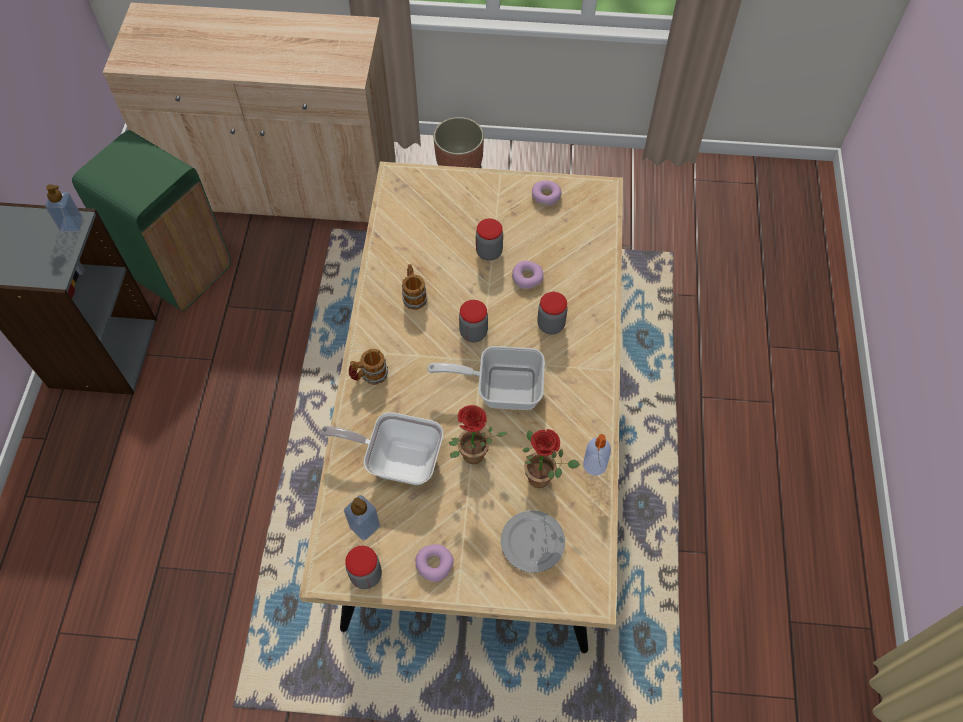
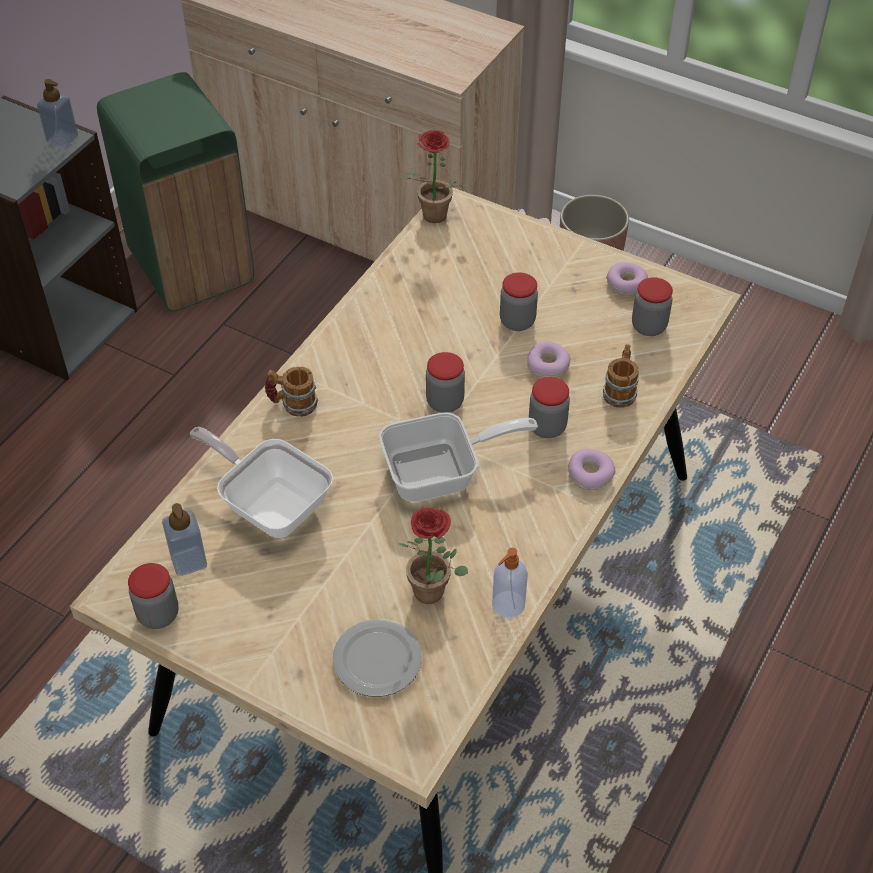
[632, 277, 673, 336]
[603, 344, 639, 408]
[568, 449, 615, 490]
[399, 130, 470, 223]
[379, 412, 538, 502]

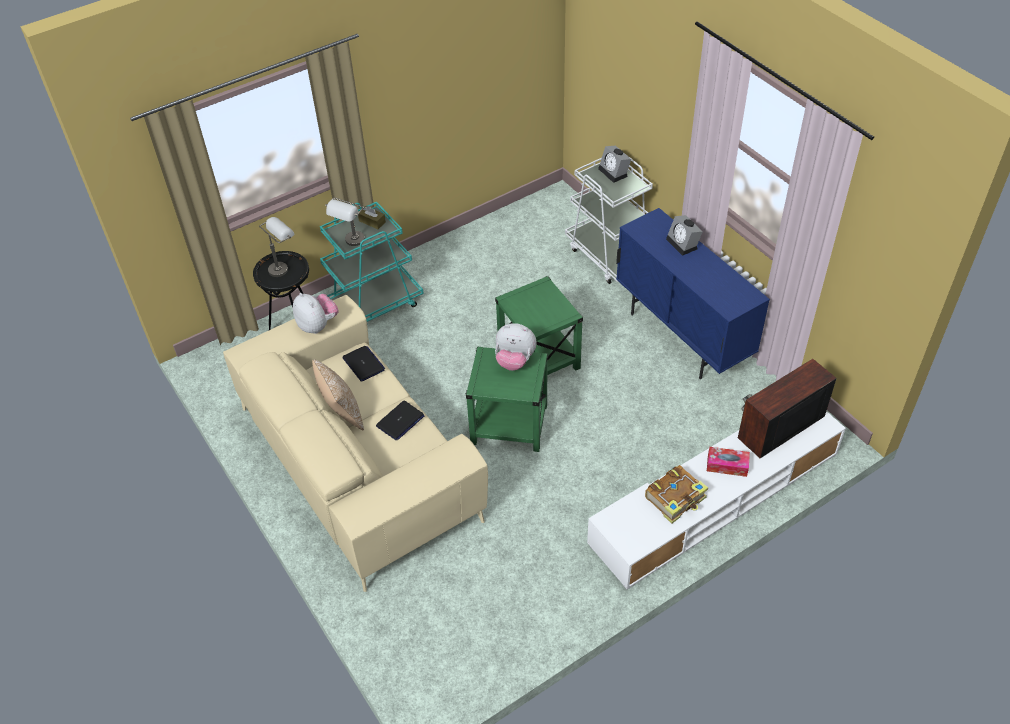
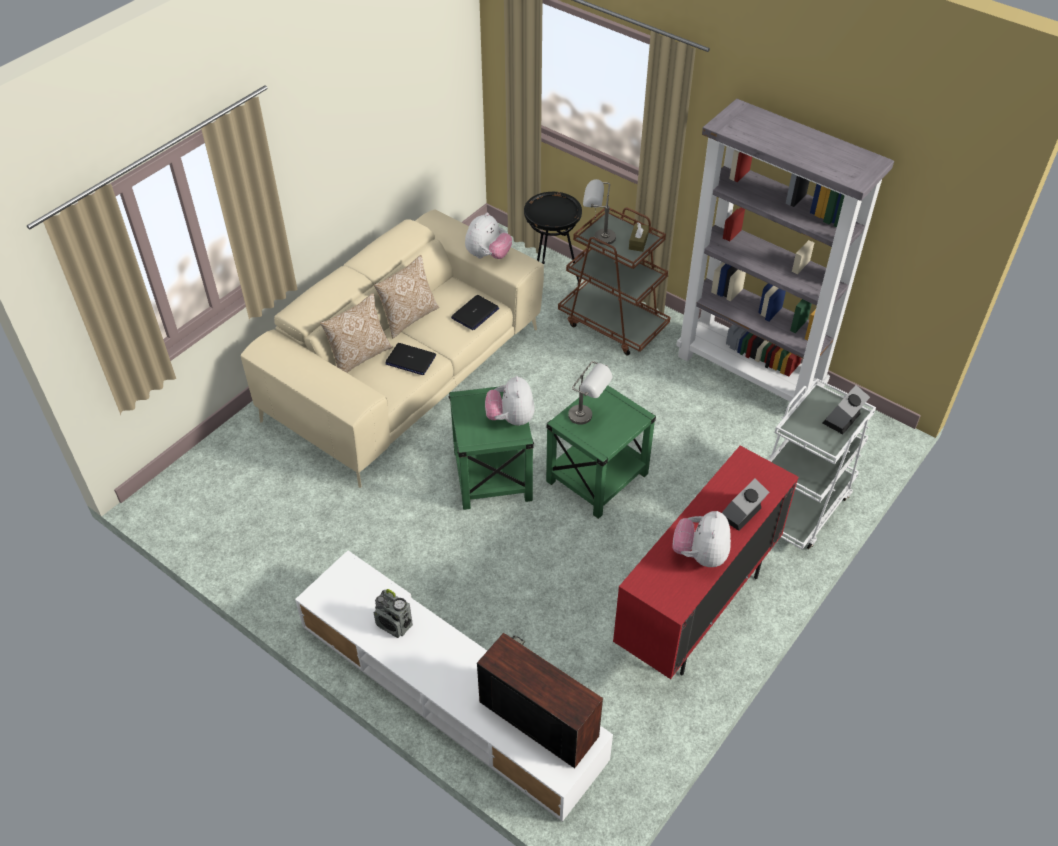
[707, 447, 750, 477] (first image)
[320, 293, 392, 373]
[673, 511, 731, 567]
[676, 99, 894, 410]
[568, 361, 613, 425]
[373, 589, 413, 638]
[558, 208, 670, 356]
[613, 446, 799, 679]

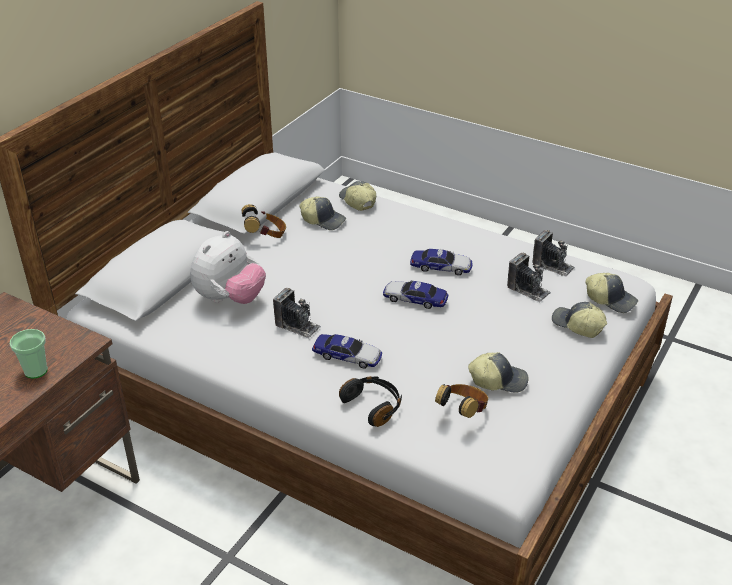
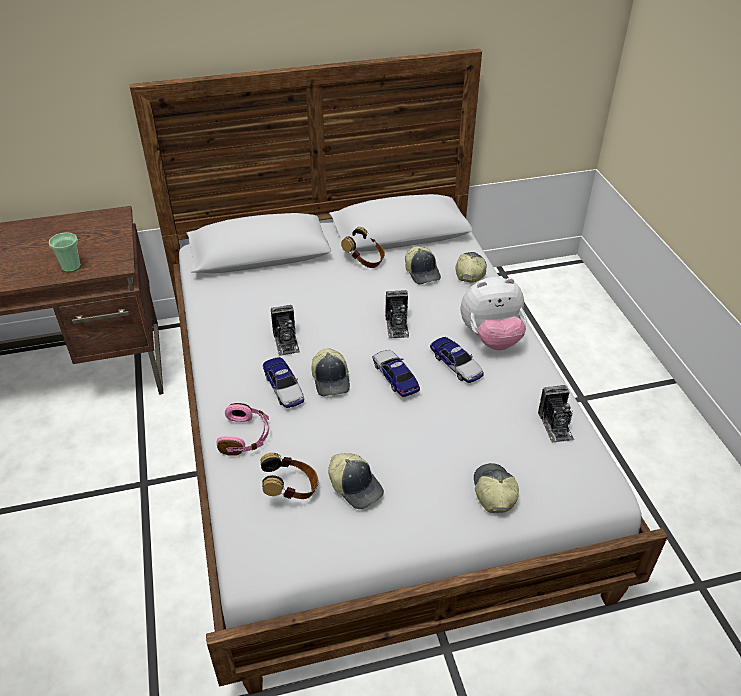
[461, 277, 526, 350]
[385, 290, 409, 338]
[311, 348, 350, 396]
[217, 403, 269, 456]

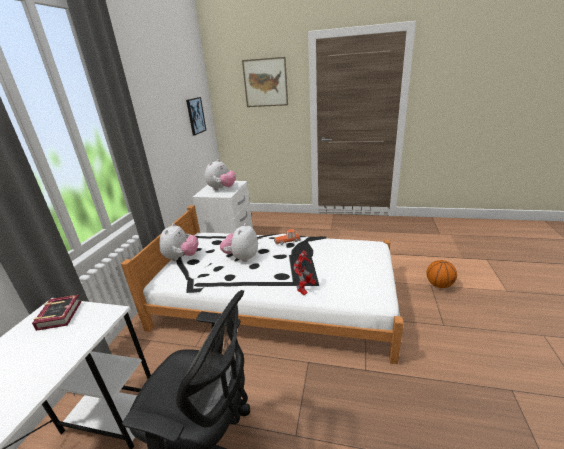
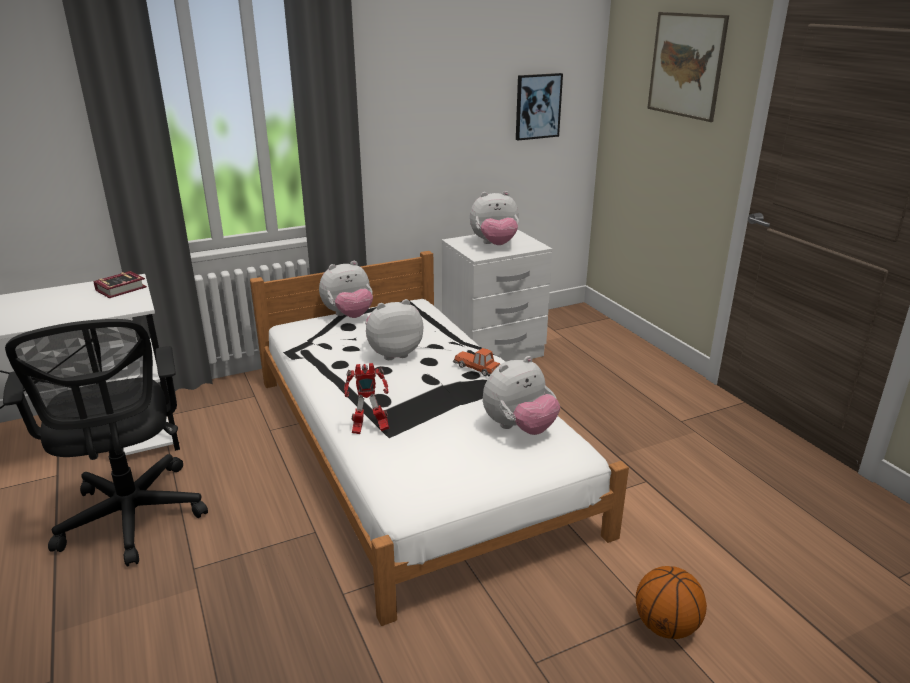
[483, 356, 560, 435]

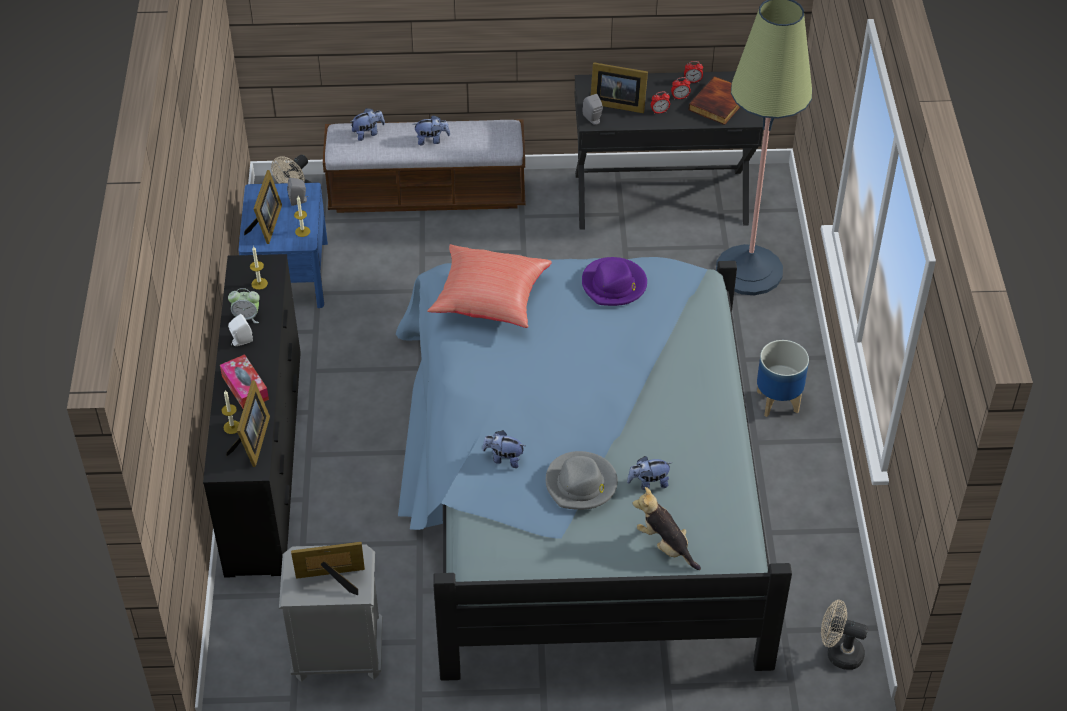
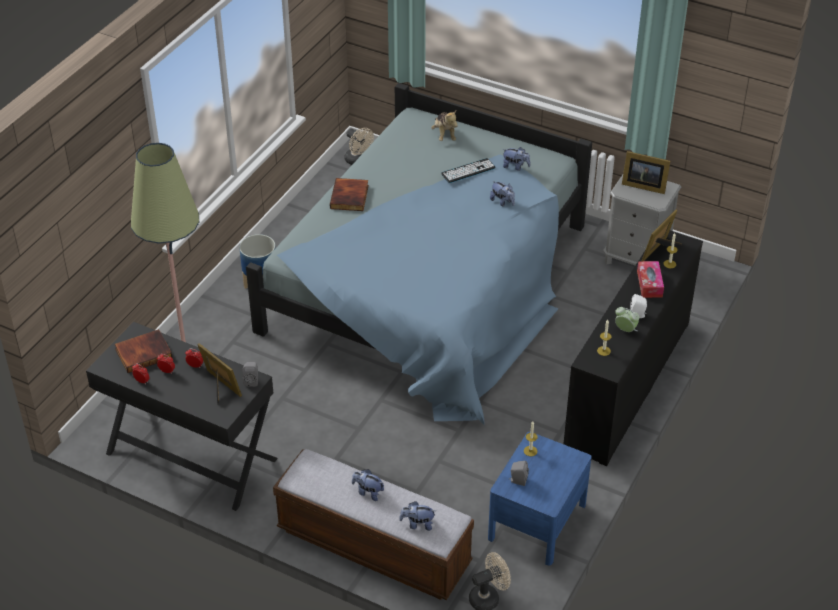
[244, 170, 282, 244] (first image)
[427, 244, 552, 328] (first image)
[582, 257, 647, 306] (first image)
[330, 178, 369, 211]
[502, 147, 531, 171]
[441, 158, 495, 183]

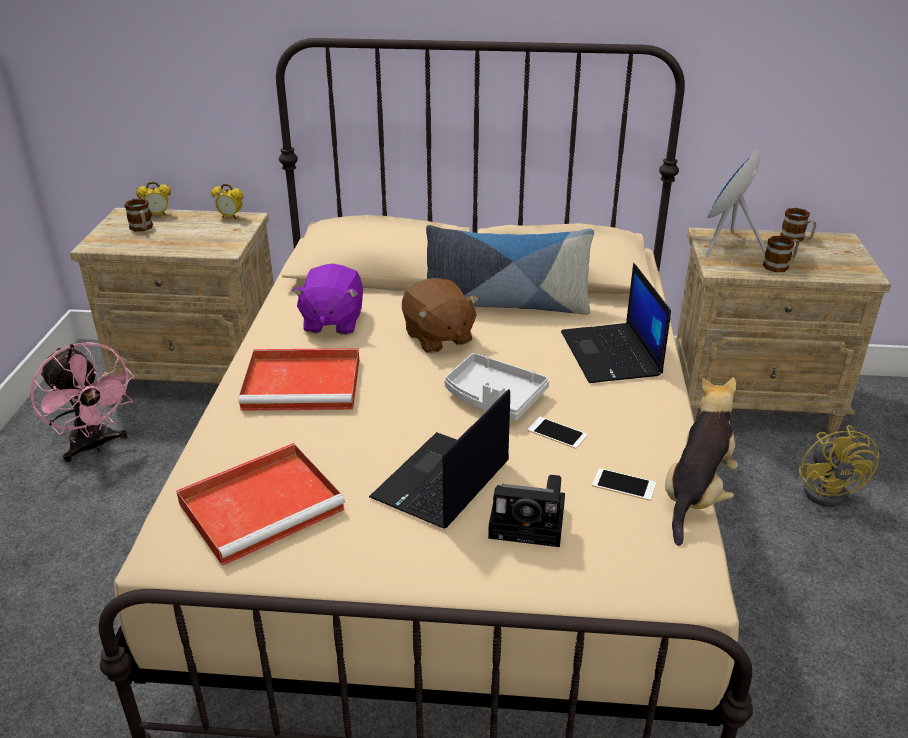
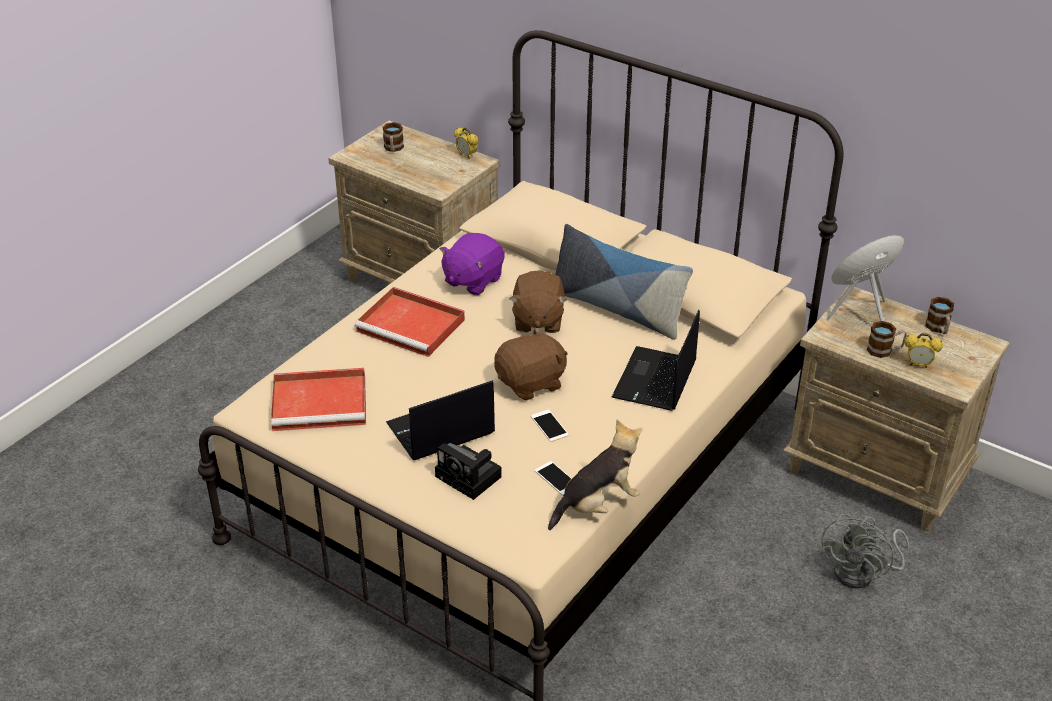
[30, 342, 134, 462] (first image)
[905, 333, 943, 368]
[494, 328, 567, 401]
[819, 514, 909, 588]

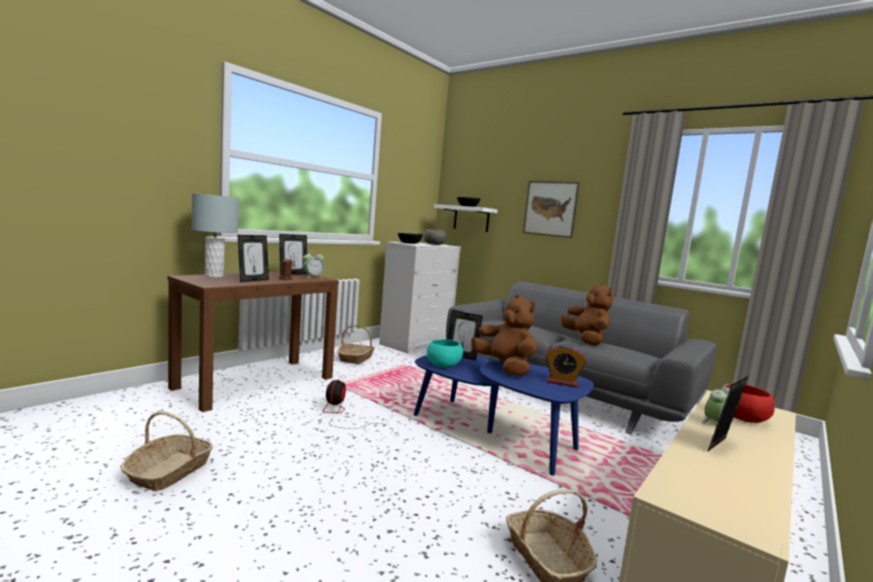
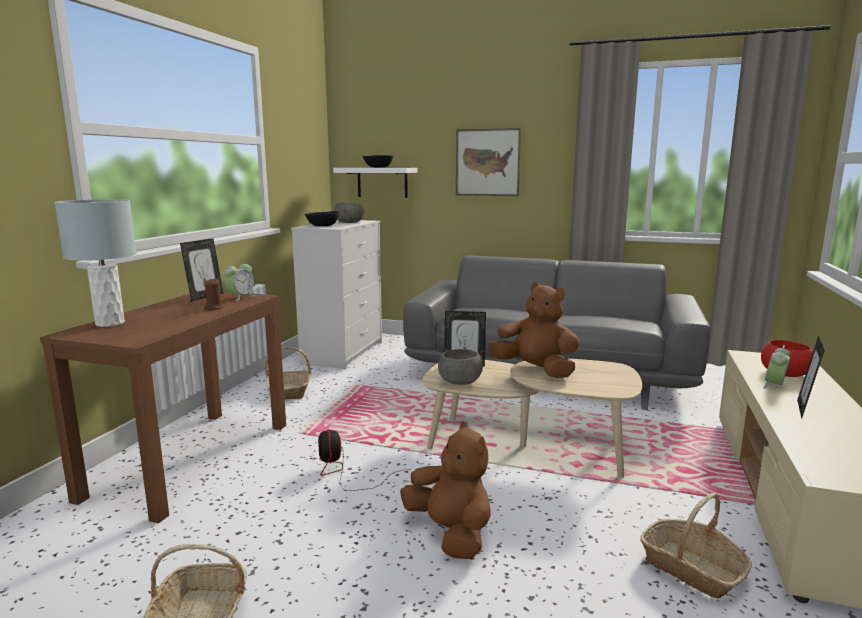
[238, 235, 269, 282] (first image)
[546, 345, 586, 388] (first image)
[400, 422, 491, 559]
[422, 359, 642, 478]
[438, 349, 483, 385]

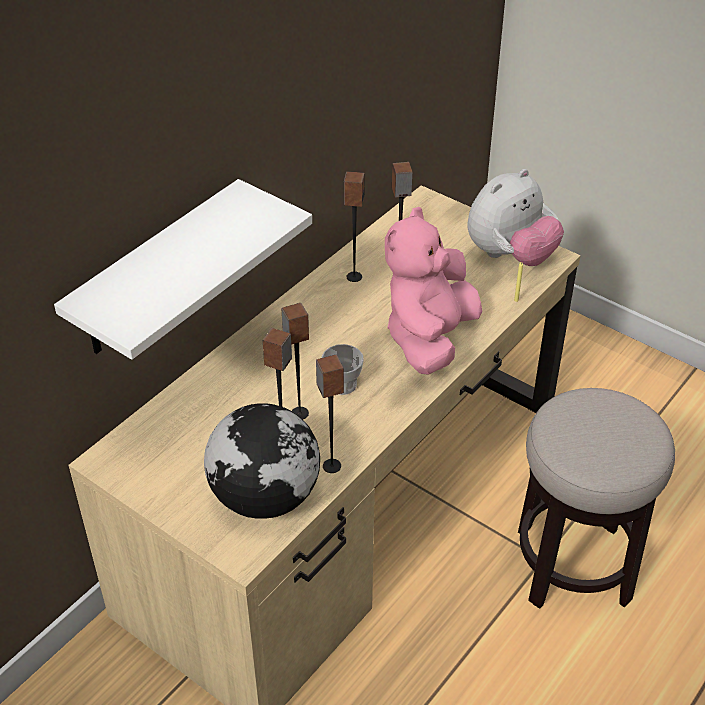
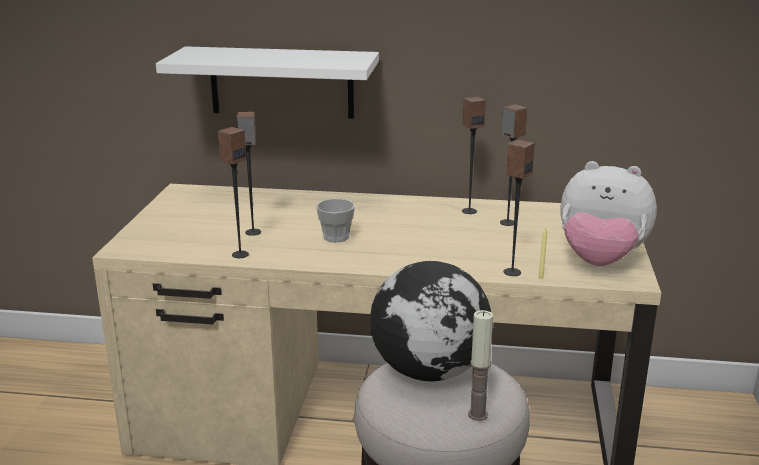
[385, 207, 482, 375] (first image)
[468, 310, 493, 421]
[370, 261, 491, 381]
[504, 139, 535, 276]

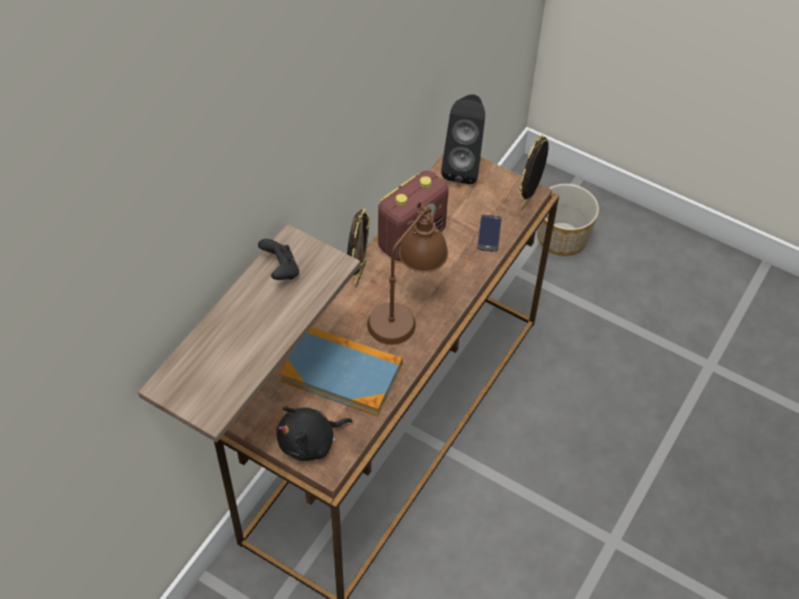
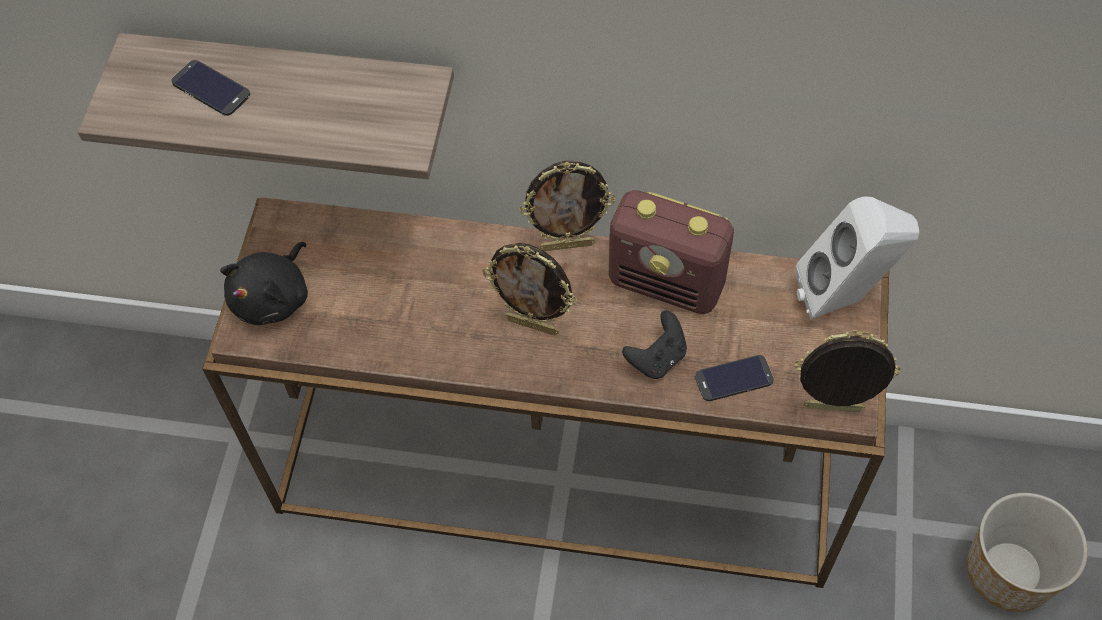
[280, 327, 403, 416] (first image)
[172, 60, 250, 116]
[622, 311, 687, 379]
[482, 243, 577, 335]
[796, 196, 919, 319]
[220, 242, 308, 325]

